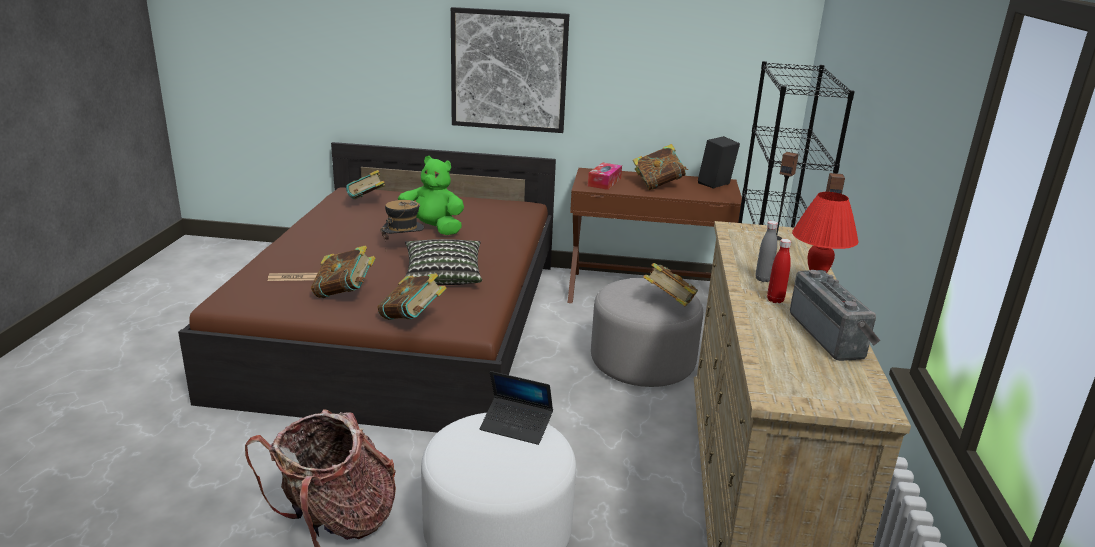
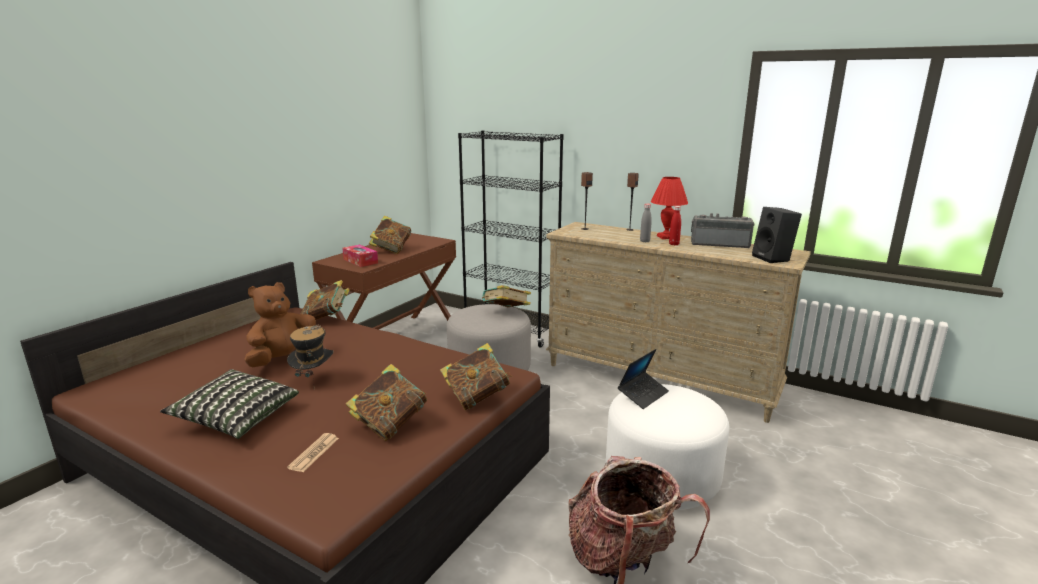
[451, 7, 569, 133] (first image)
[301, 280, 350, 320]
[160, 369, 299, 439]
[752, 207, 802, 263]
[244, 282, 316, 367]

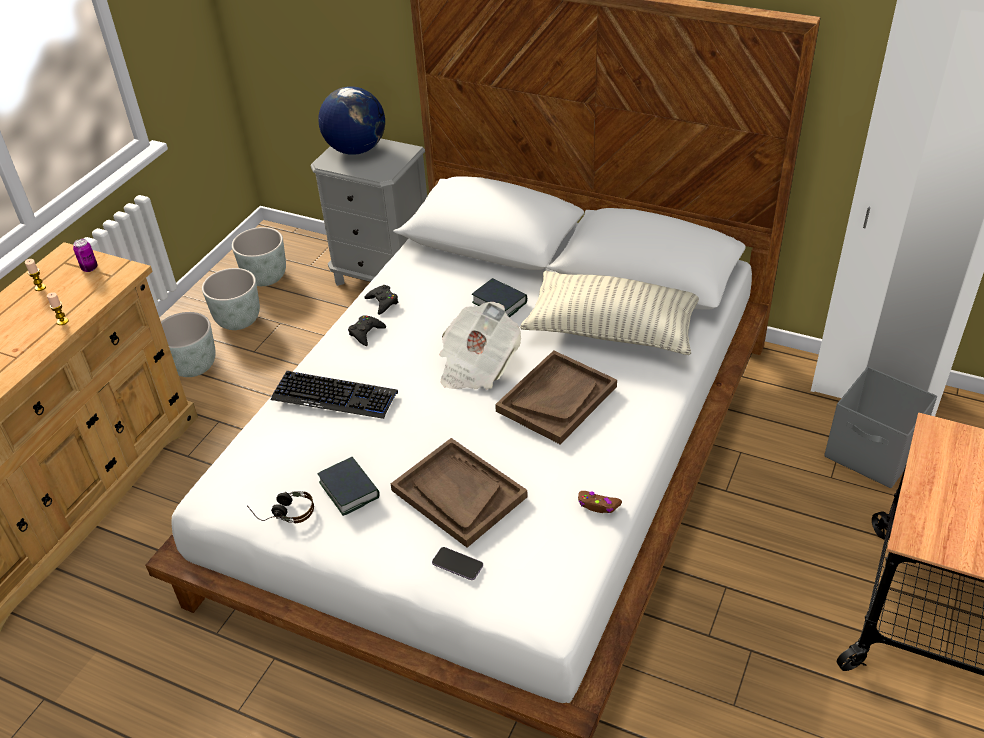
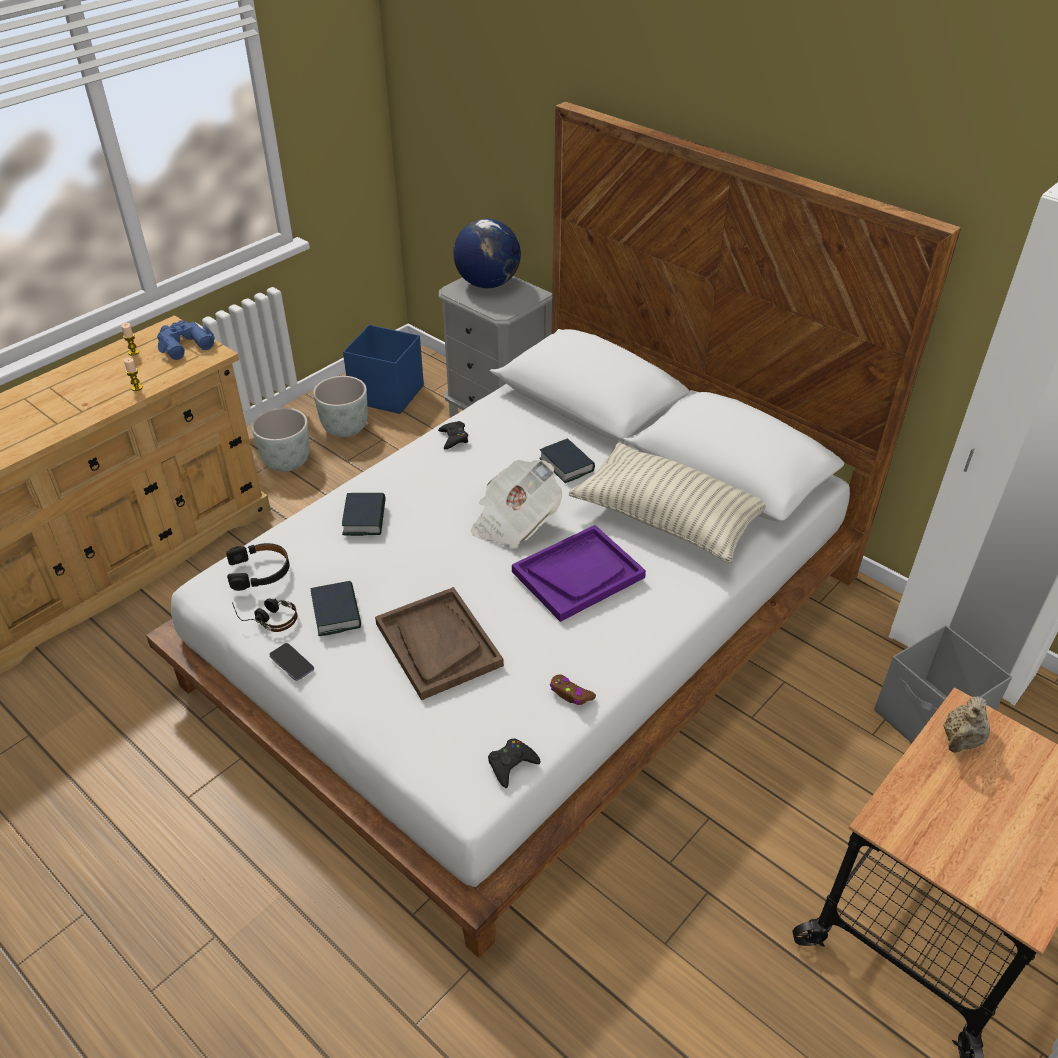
[226, 543, 289, 591]
[943, 696, 990, 753]
[488, 739, 540, 788]
[269, 643, 314, 681]
[157, 320, 215, 360]
[343, 325, 424, 414]
[342, 493, 386, 536]
[512, 525, 646, 622]

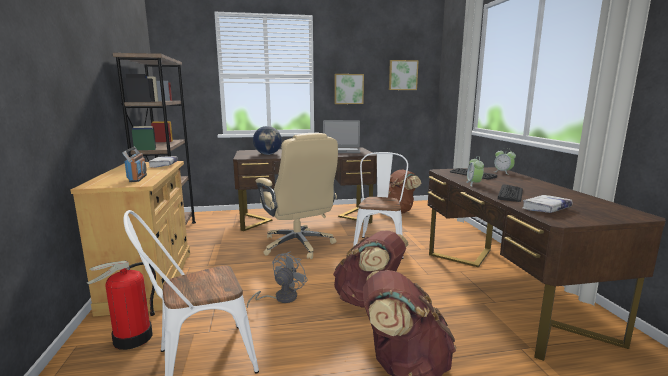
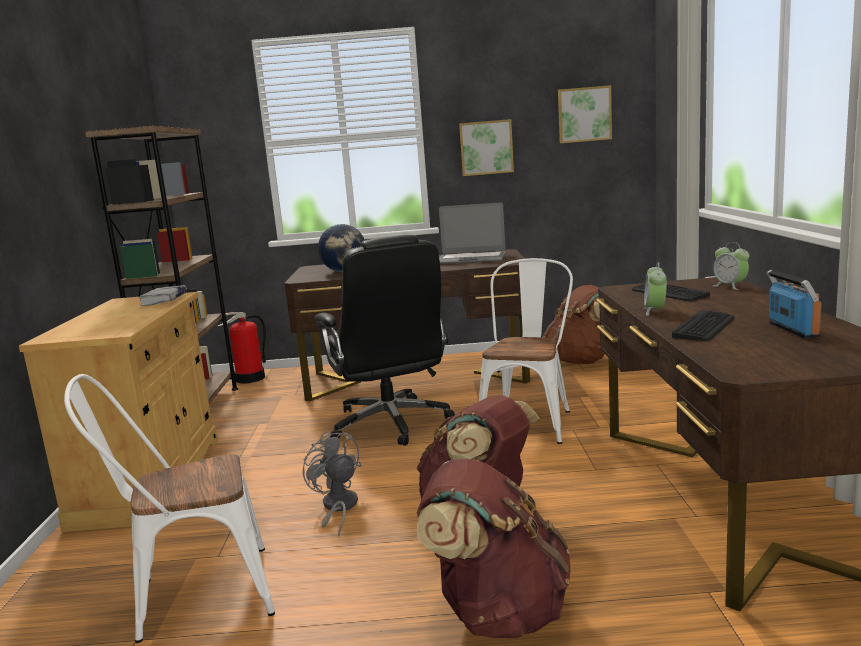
[522, 195, 573, 213] (first image)
[217, 312, 266, 384]
[766, 270, 822, 339]
[314, 235, 455, 446]
[303, 430, 361, 536]

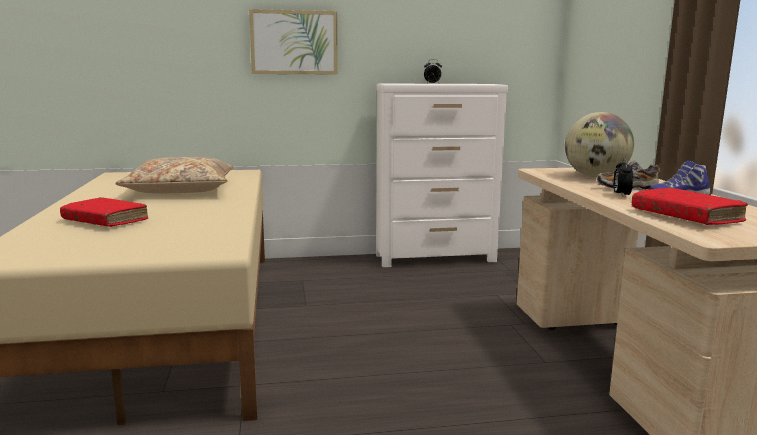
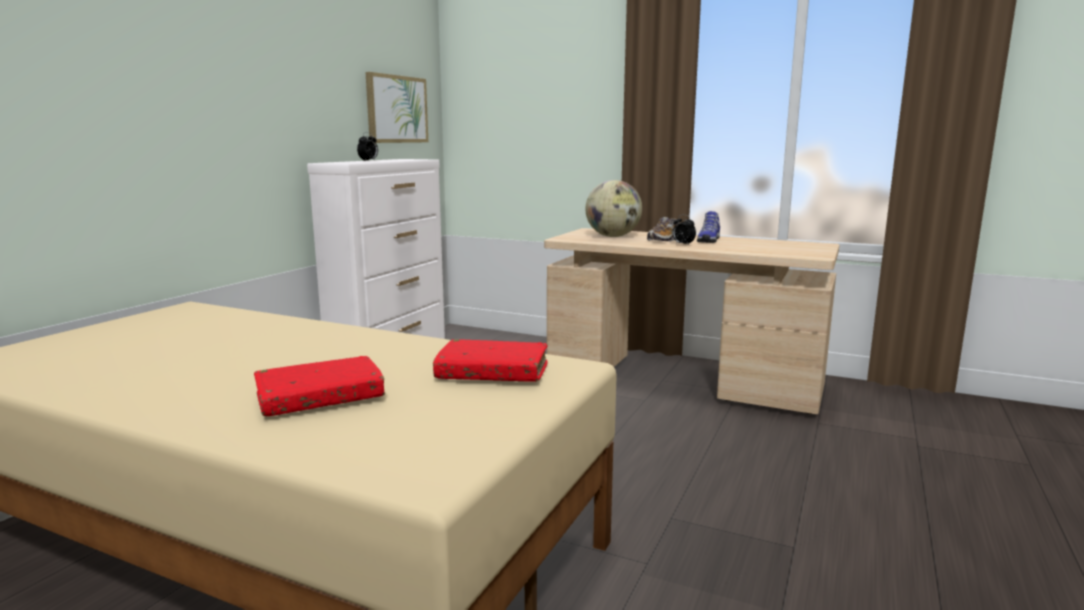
[116, 157, 234, 193] (first image)
[366, 72, 428, 143]
[433, 339, 548, 382]

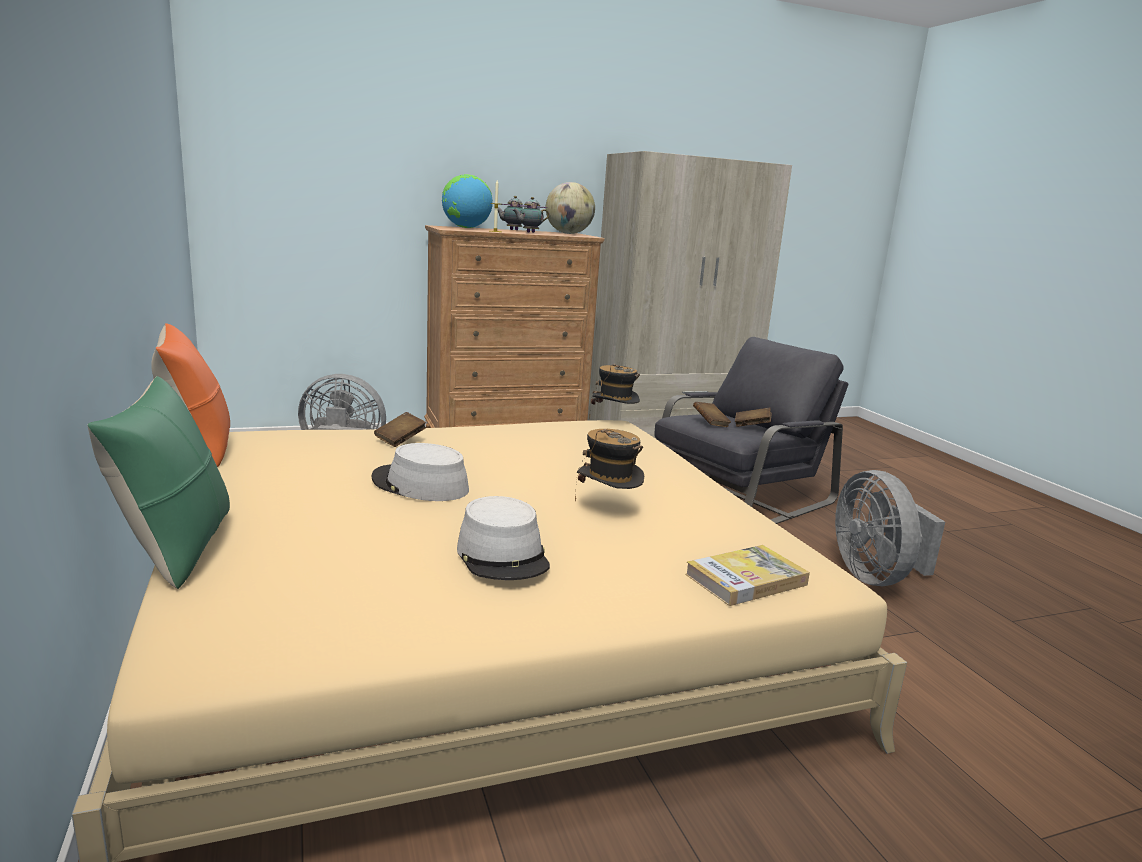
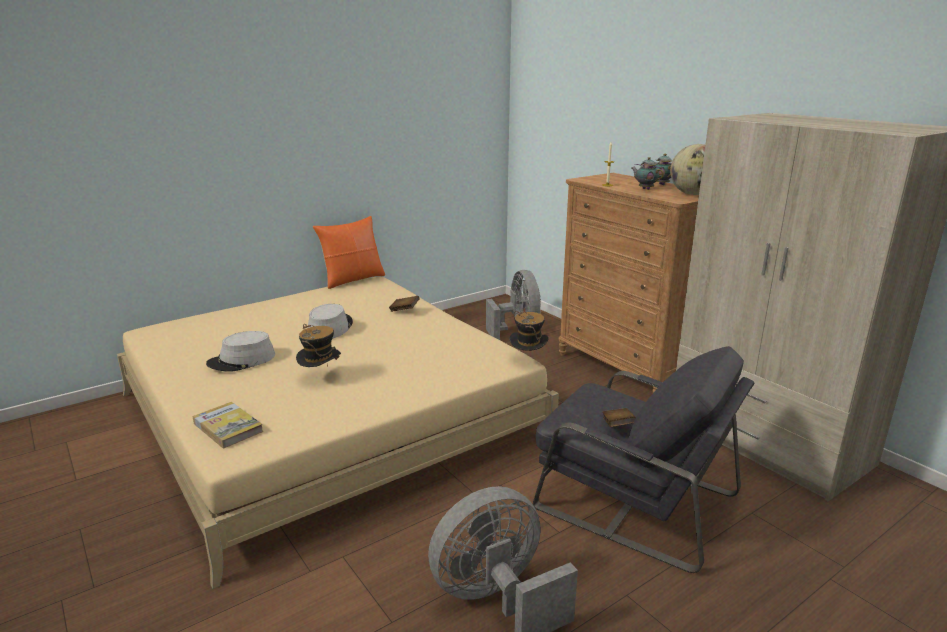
[88, 376, 230, 589] (first image)
[442, 174, 493, 228] (first image)
[693, 402, 731, 427] (first image)

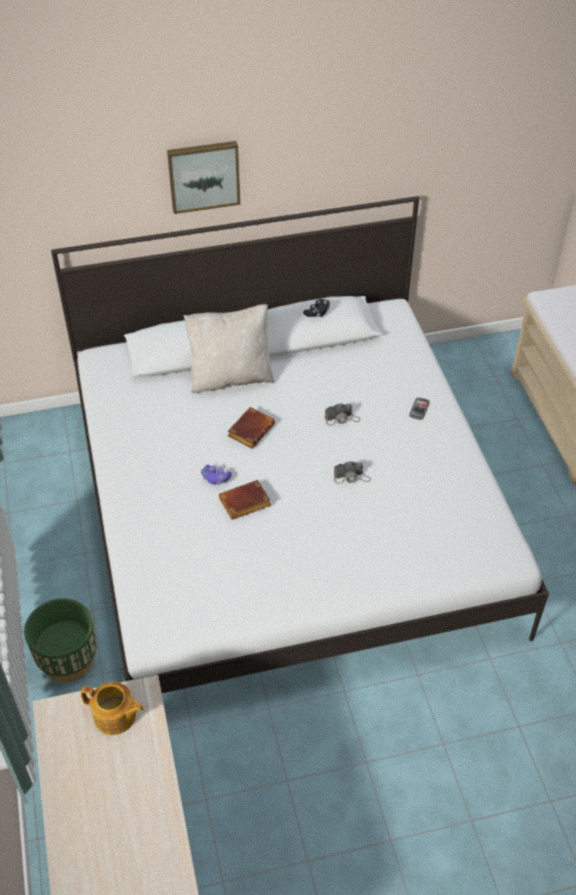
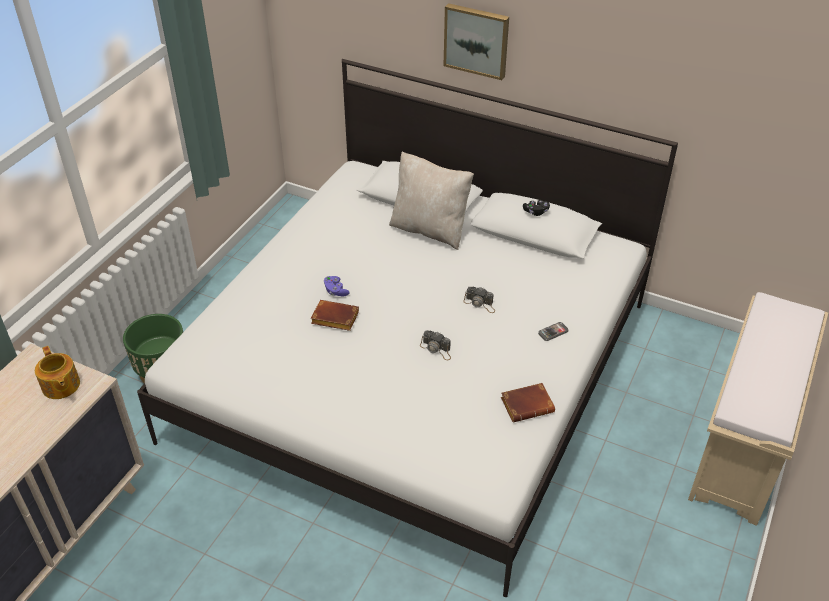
[501, 383, 555, 423]

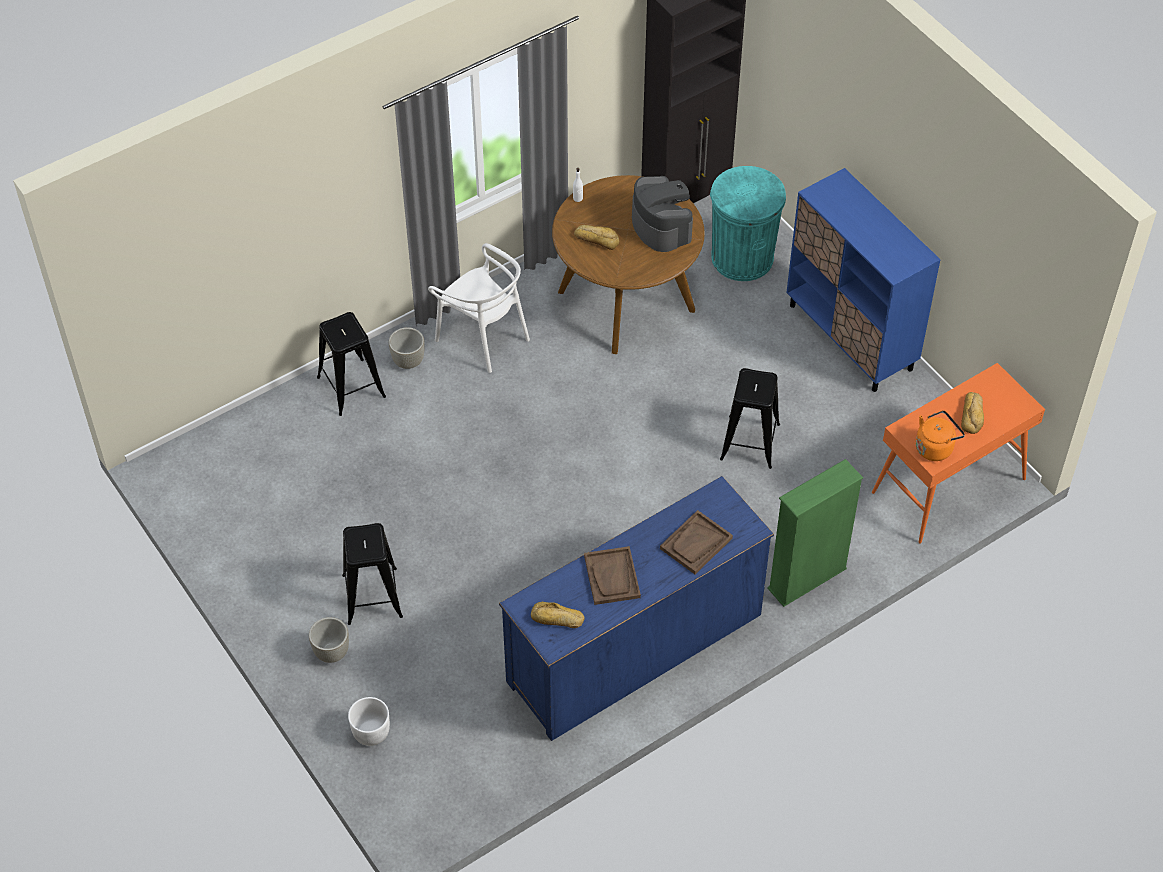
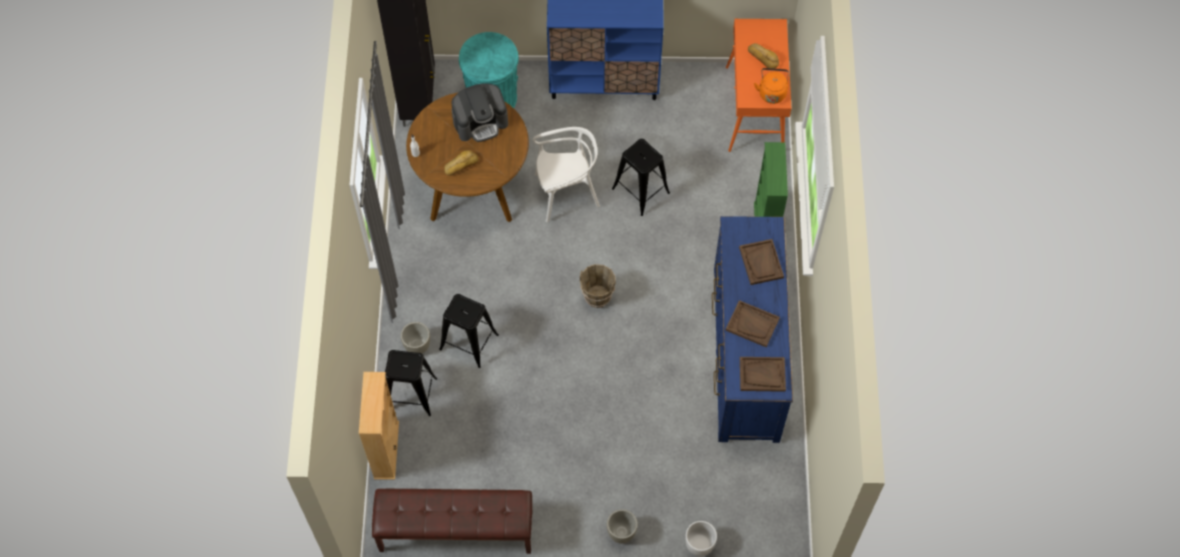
[359, 372, 399, 480]
[372, 489, 532, 554]
[580, 264, 616, 308]
[439, 294, 499, 368]
[533, 127, 600, 222]
[740, 357, 786, 392]
[451, 83, 508, 142]

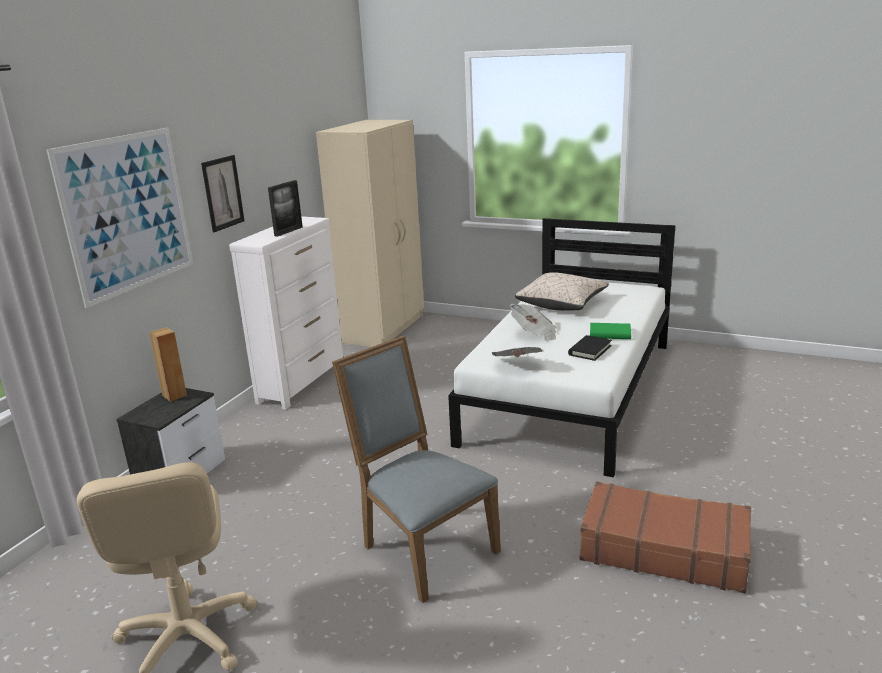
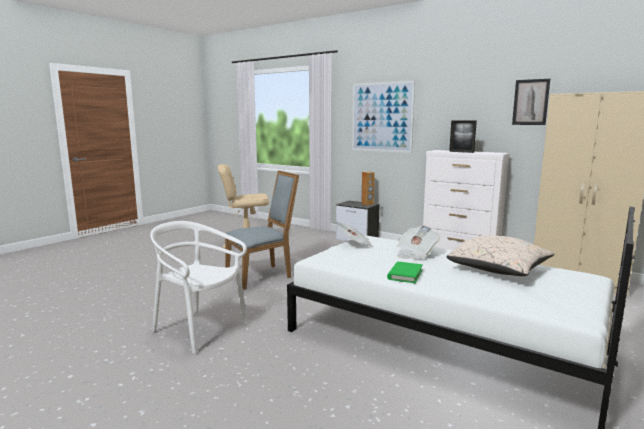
[568, 335, 612, 361] (first image)
[512, 79, 550, 125]
[150, 221, 248, 354]

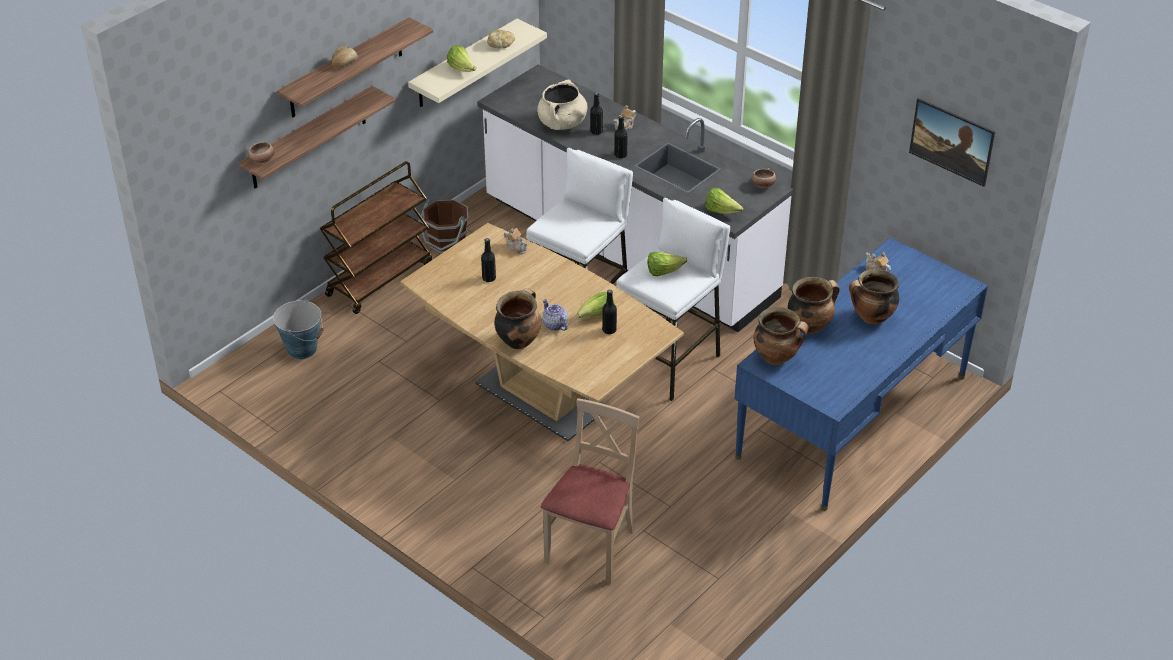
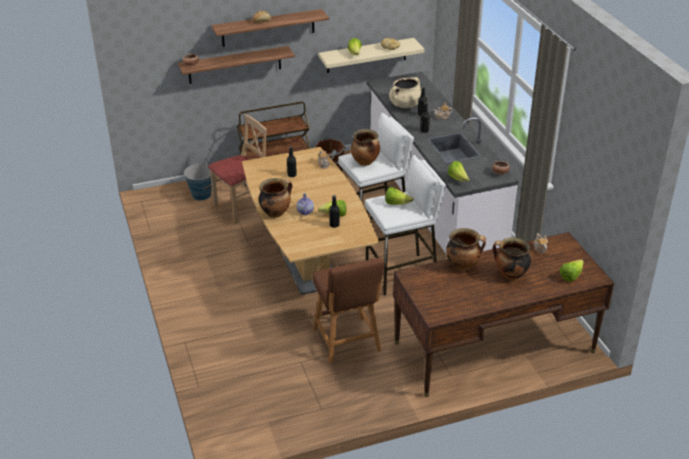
[909, 98, 995, 187] (first image)
[313, 258, 384, 364]
[559, 259, 584, 282]
[208, 114, 267, 224]
[351, 129, 380, 166]
[393, 232, 614, 397]

